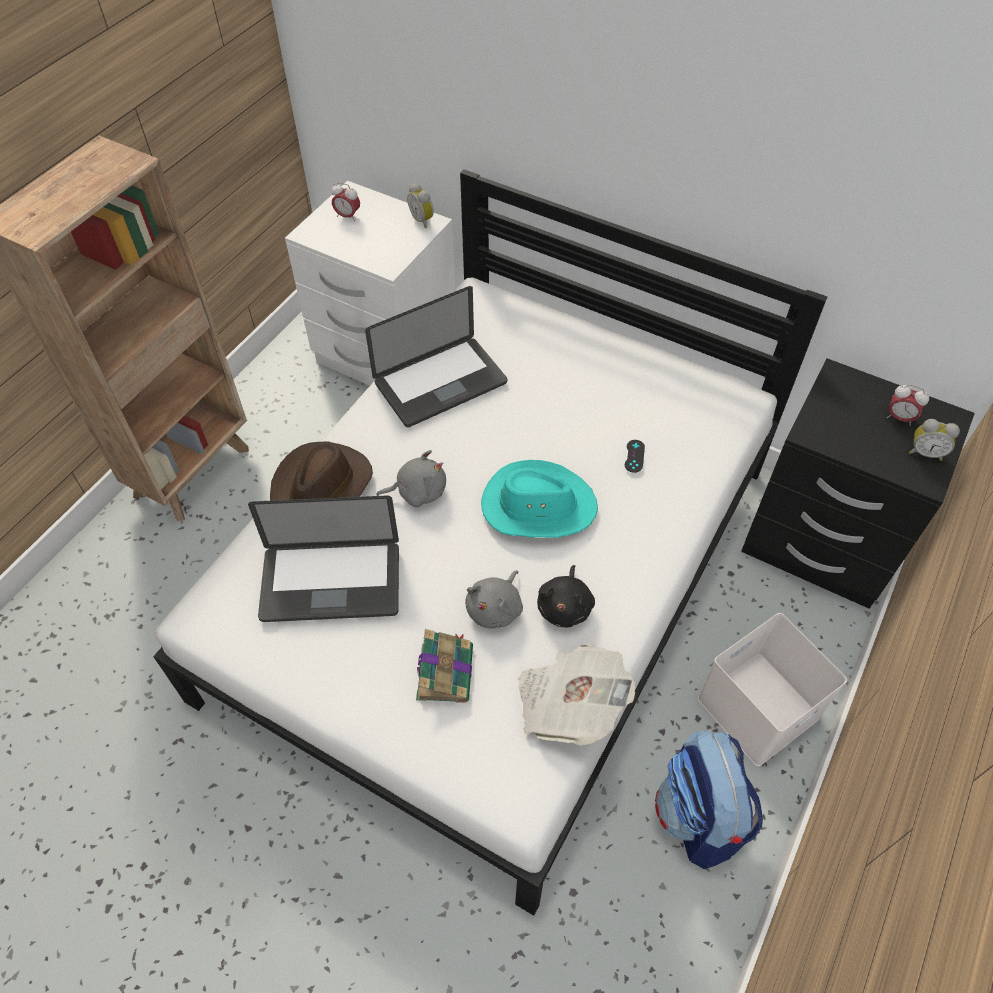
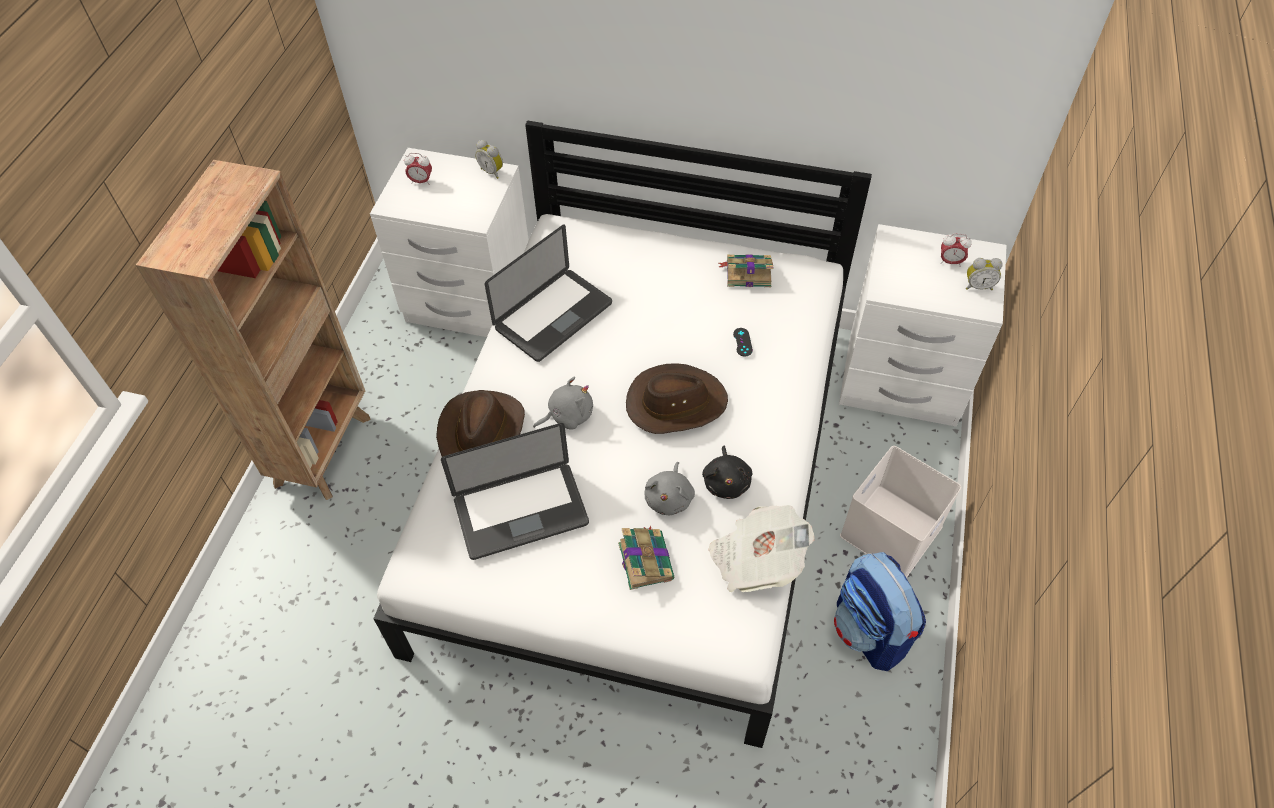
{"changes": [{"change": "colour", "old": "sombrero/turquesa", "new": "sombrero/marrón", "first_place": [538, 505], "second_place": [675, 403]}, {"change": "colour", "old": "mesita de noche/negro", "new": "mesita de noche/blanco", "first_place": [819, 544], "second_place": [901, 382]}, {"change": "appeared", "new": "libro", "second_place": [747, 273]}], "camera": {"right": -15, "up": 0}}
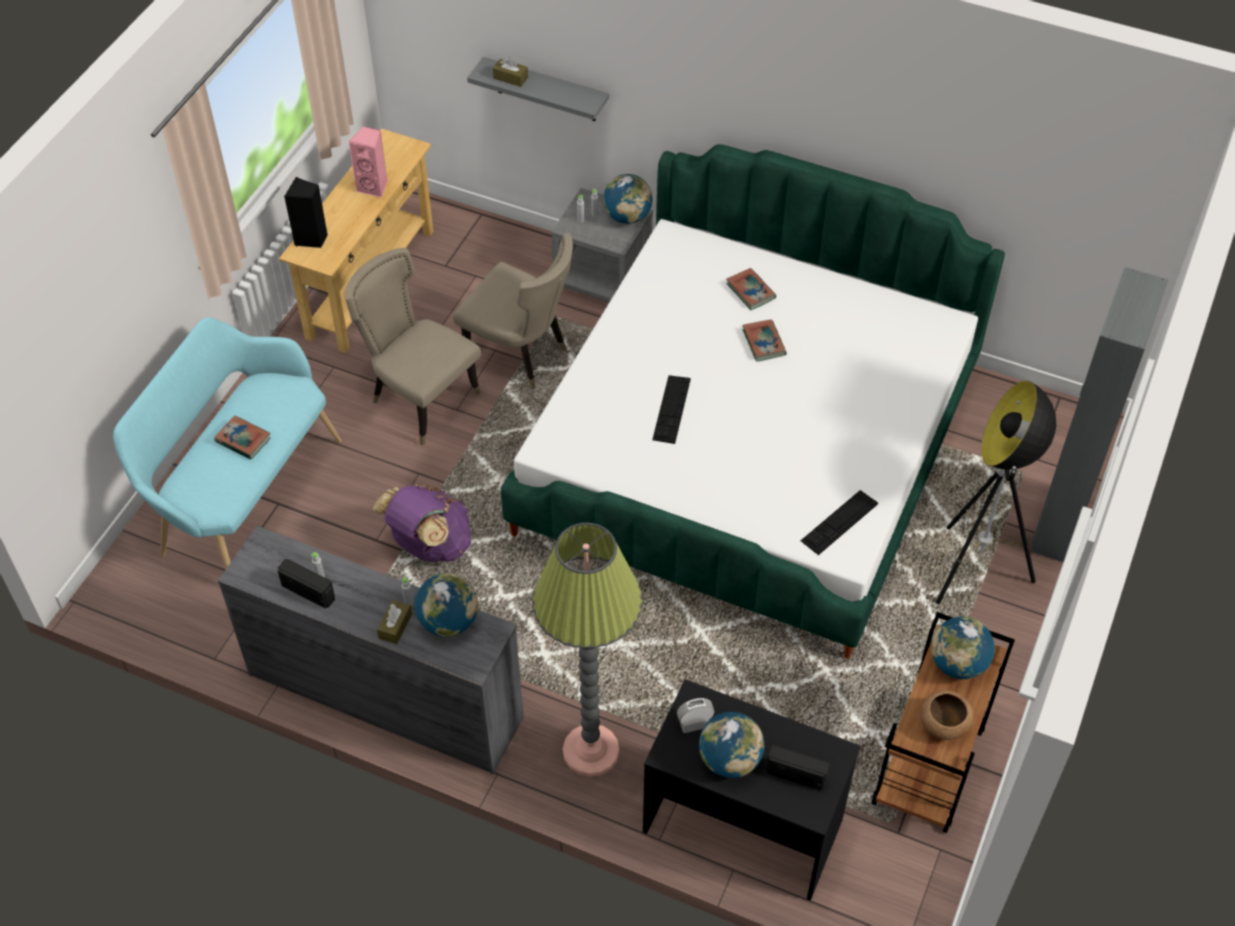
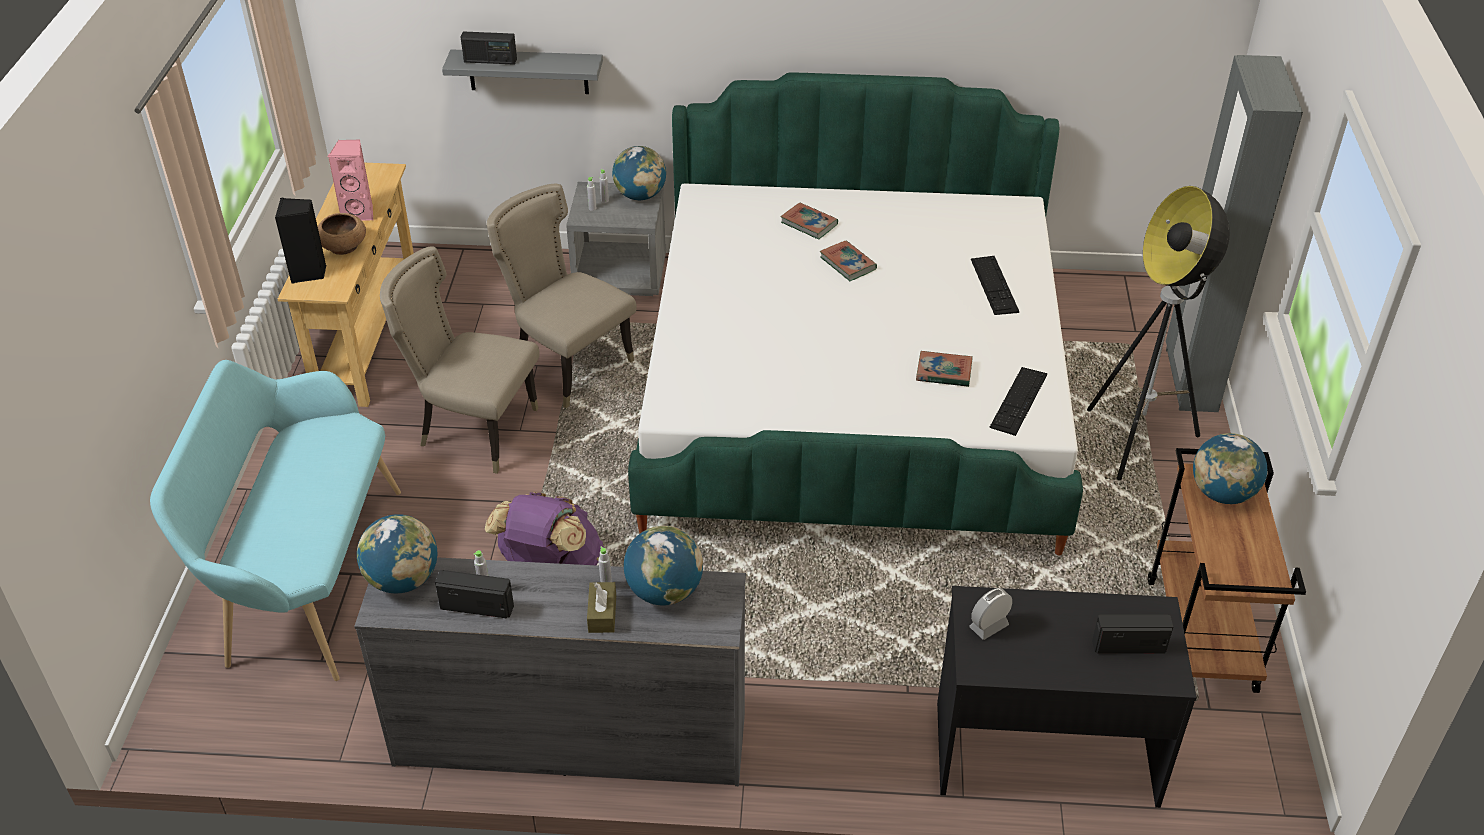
{"changes": [{"change": "relocated", "old": "libro", "first_place": [243, 440], "second_place": [943, 372]}, {"change": "spun", "old": "silla/beis", "first_place": [521, 356], "second_place": [568, 365], "degrees": -150}, {"change": "exchanged", "old": "caja de pañuelos/marrón", "new": "radio", "first_place": [510, 78], "second_place": [490, 60]}, {"change": "missing", "old": "lámpara de pie", "first_place": [591, 751]}, {"change": "relocated", "old": "teclado", "first_place": [671, 409], "second_place": [994, 285]}, {"change": "relocated", "old": "globo terráqueo", "first_place": [730, 760], "second_place": [403, 580]}, {"change": "relocated", "old": "cuenco/marrón", "first_place": [944, 724], "second_place": [344, 247]}], "camera": {"right": -20, "up": -10}}
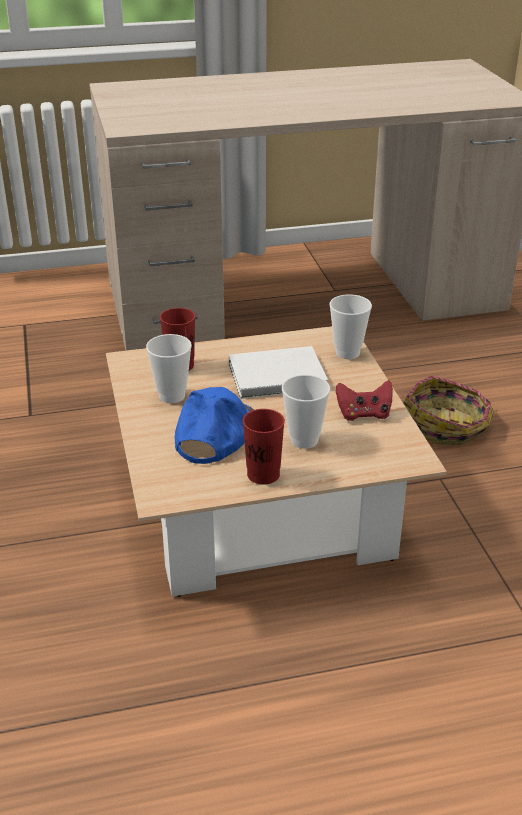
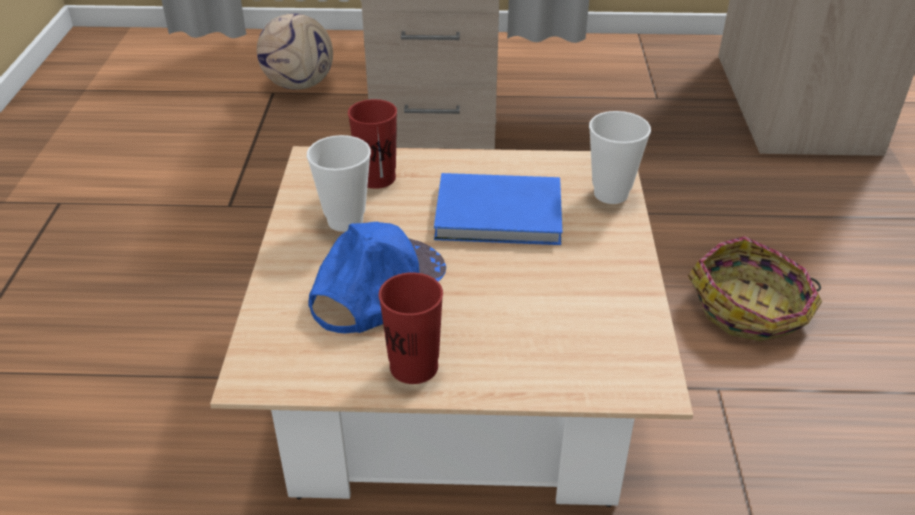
{"changes": [{"change": "colour", "old": "libro/blanco", "new": "libro/azul", "first_place": [280, 377], "second_place": [502, 215]}, {"change": "missing", "old": "taza", "first_place": [304, 440]}, {"change": "missing", "old": "mando de consola/rojo", "first_place": [364, 414]}, {"change": "appeared", "new": "balón de fútbol", "second_place": [300, 85]}], "camera": {"right": 15, "up": 5}}
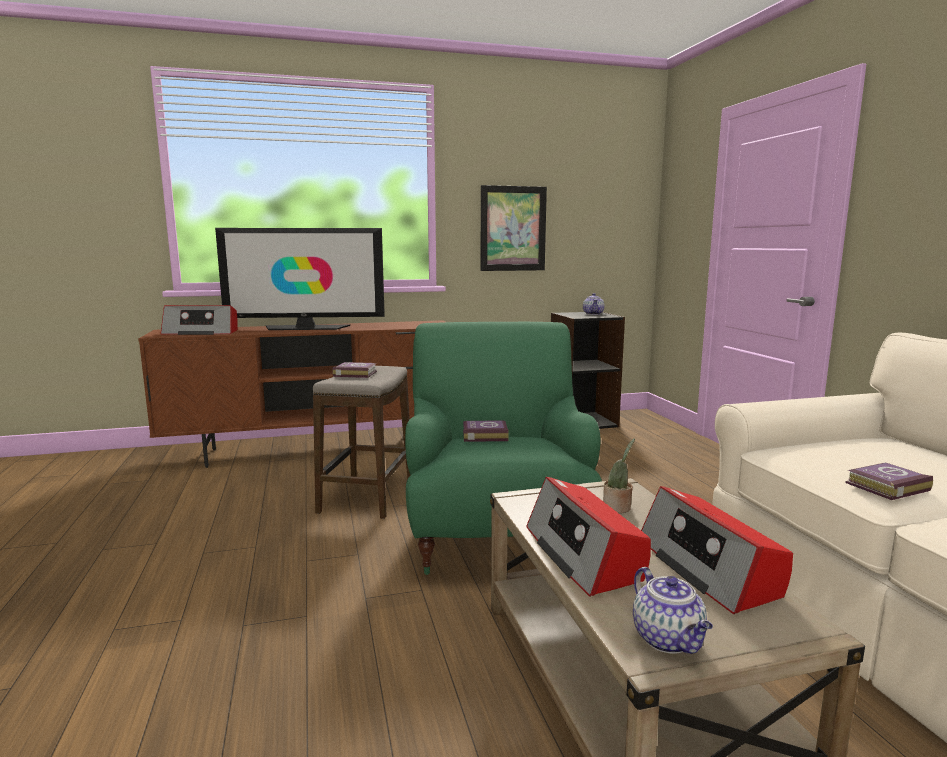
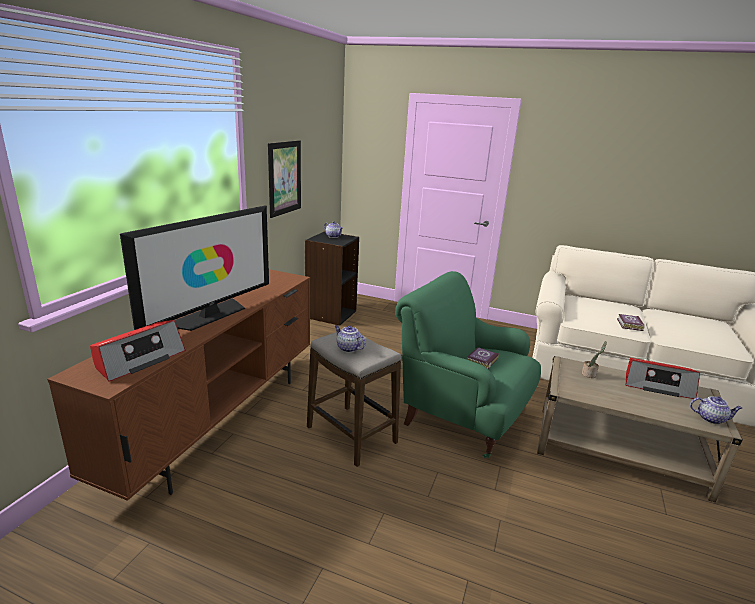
{"changes": [{"change": "exchanged", "old": "libro", "new": "tetera", "first_place": [354, 374], "second_place": [348, 348]}, {"change": "missing", "old": "radio", "first_place": [584, 554]}], "camera": {"right": -55, "up": 10}}
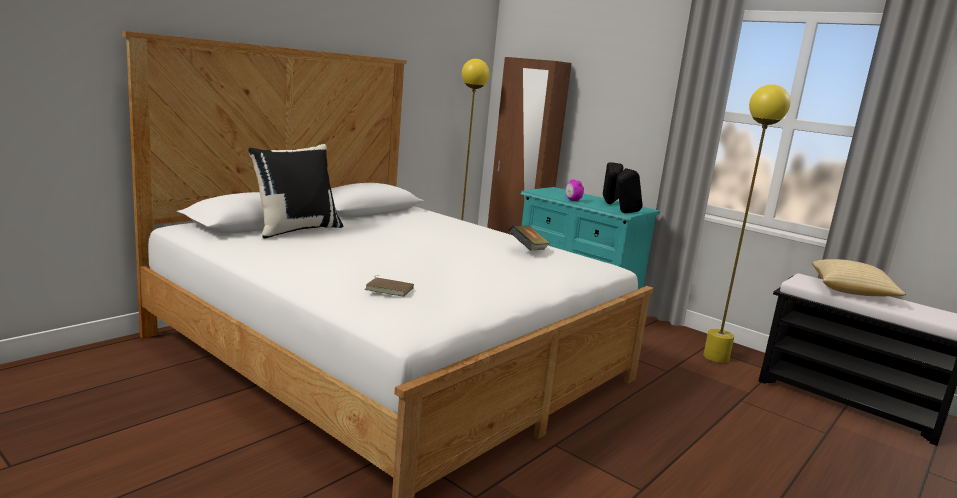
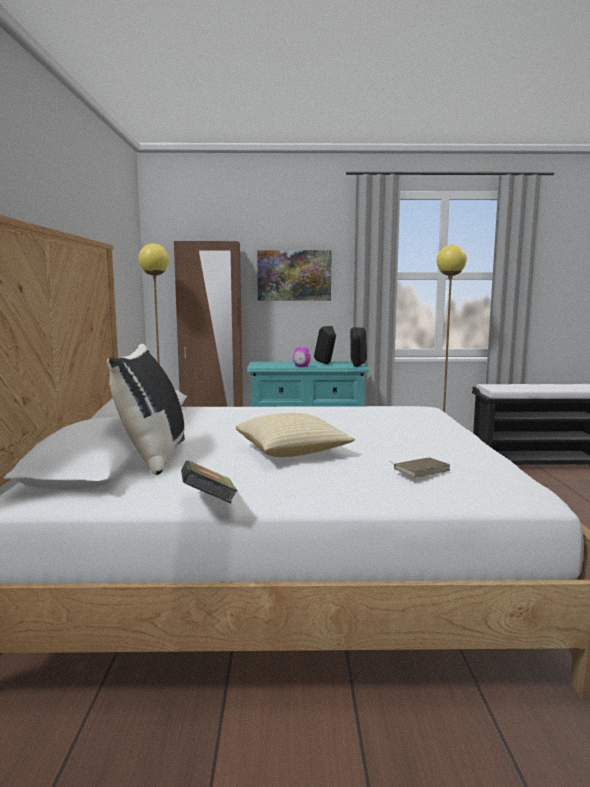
{"changes": [{"change": "relocated", "old": "libro", "first_place": [527, 251], "second_place": [208, 504]}, {"change": "relocated", "old": "cojín", "first_place": [852, 291], "second_place": [292, 452]}, {"change": "appeared", "new": "cuadro", "second_place": [294, 275]}], "camera": {"right": -40, "up": -5}}
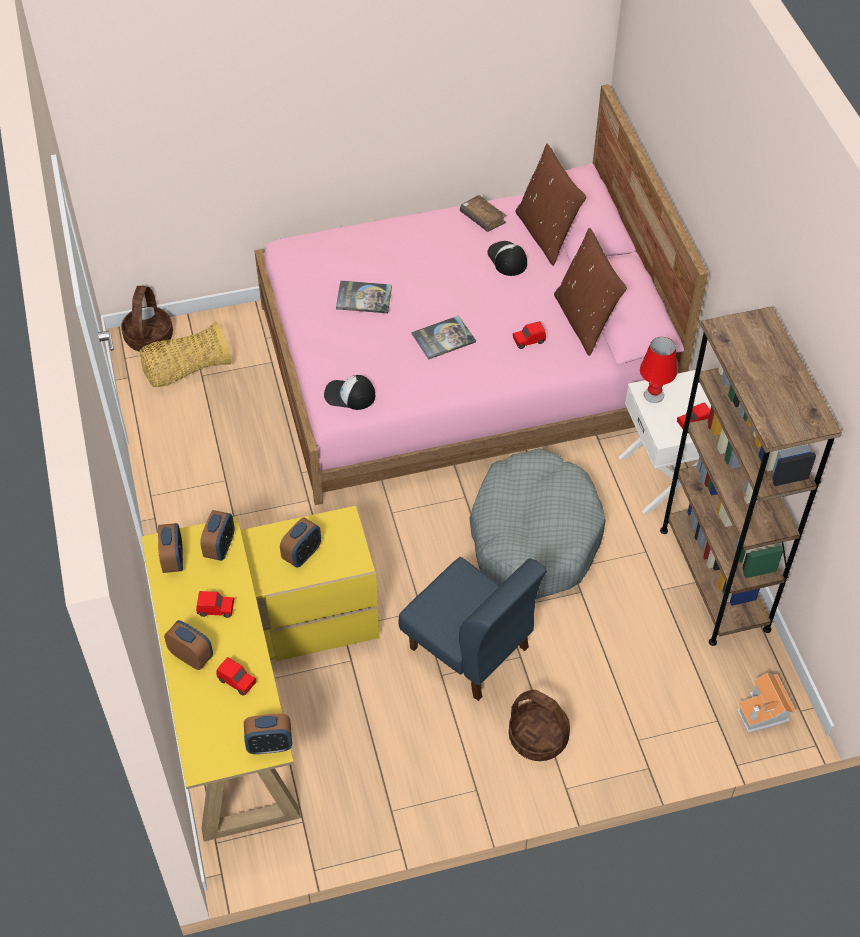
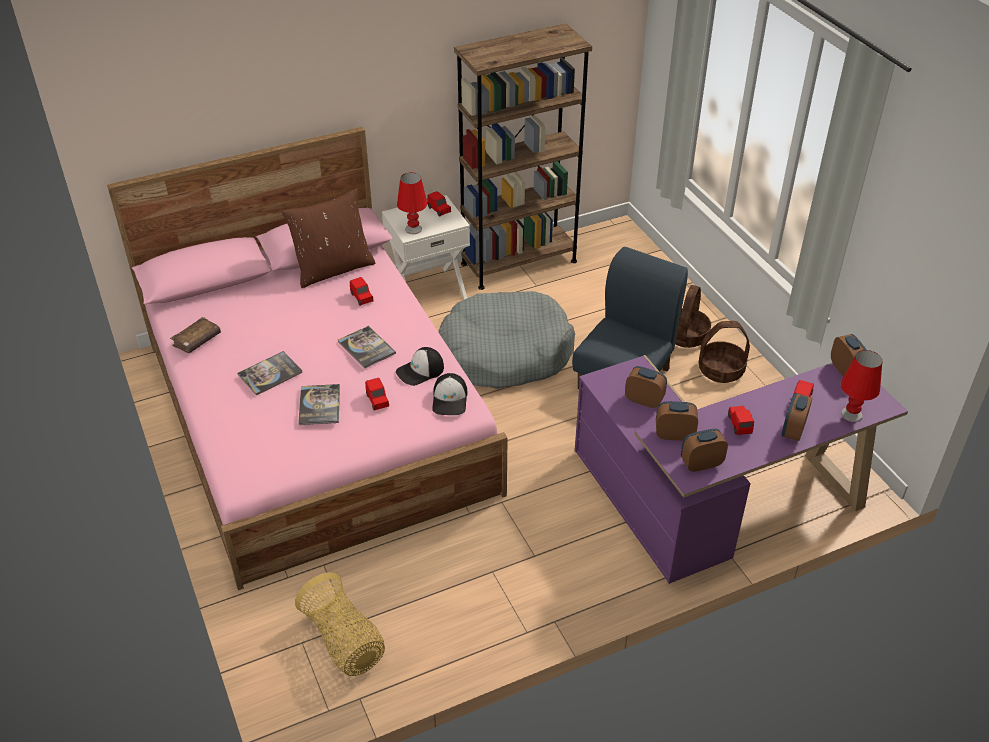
{"changes": [{"change": "relocated", "old": "cesta", "first_place": [148, 337], "second_place": [720, 370]}, {"change": "colour", "old": "escritorio/amarillo", "new": "escritorio/morado", "first_place": [255, 688], "second_place": [714, 502]}, {"change": "relocated", "old": "gorra", "first_place": [507, 259], "second_place": [420, 371]}, {"change": "missing", "old": "cojín/marrón", "first_place": [546, 234]}, {"change": "missing", "old": "casita", "first_place": [763, 712]}, {"change": "appeared", "new": "libro", "second_place": [270, 374]}, {"change": "appeared", "new": "coche de juguete/rojo", "second_place": [377, 401]}, {"change": "appeared", "new": "lámpara de mesa/rojo", "second_place": [851, 414]}], "camera": {"right": -100, "up": -10}}
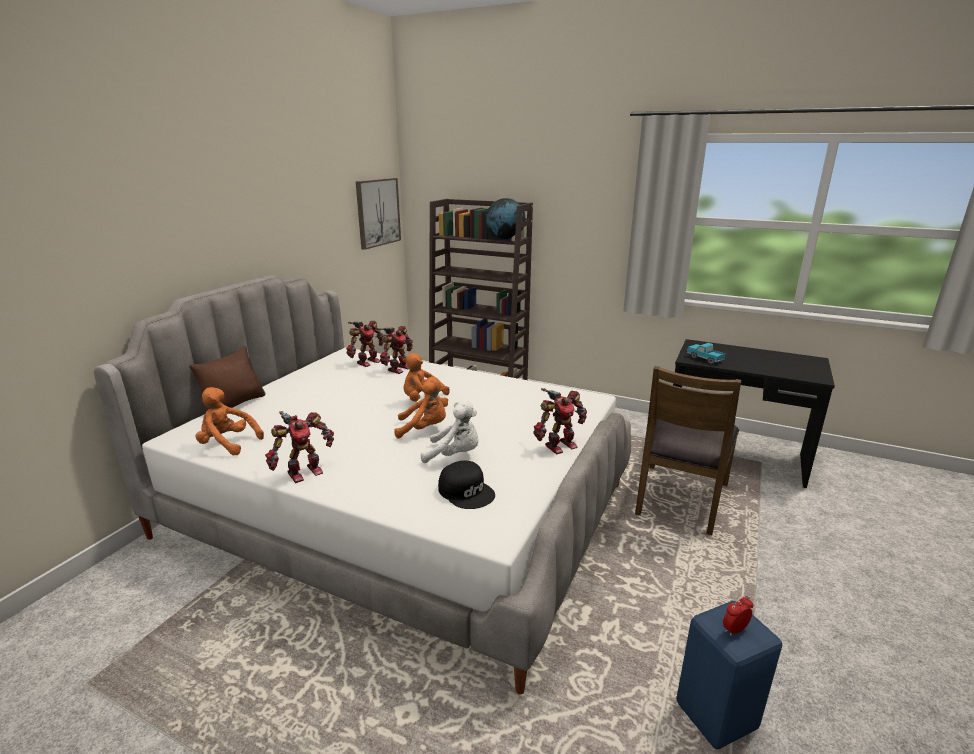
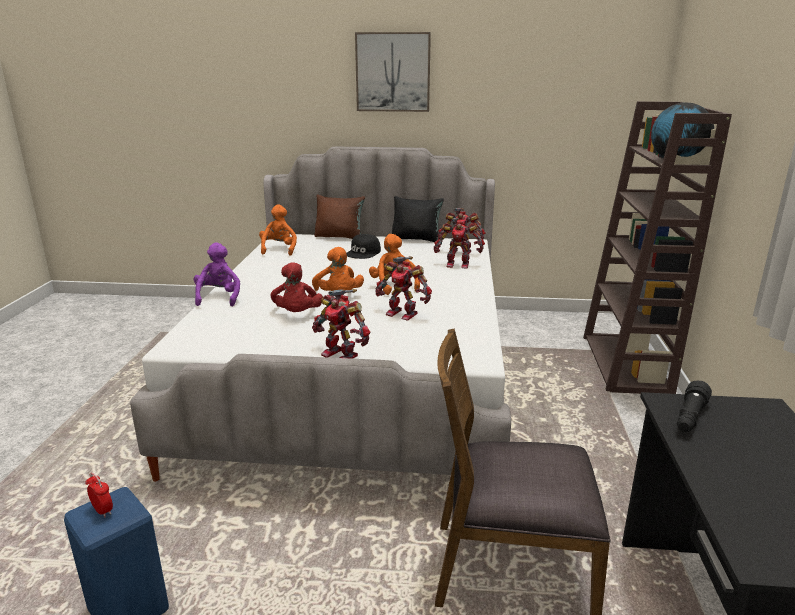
{"changes": [{"change": "relocated", "old": "robot de juguete", "first_place": [304, 472], "second_place": [402, 313]}, {"change": "relocated", "old": "cuadro", "first_place": [377, 212], "second_place": [393, 72]}, {"change": "colour", "old": "peluche/blanco", "new": "peluche/rojo", "first_place": [455, 455], "second_place": [297, 314]}, {"change": "relocated", "old": "gorra/negro", "first_place": [466, 491], "second_place": [363, 253]}, {"change": "exchanged", "old": "camión de juguete", "new": "linterna/negro", "first_place": [704, 359], "second_place": [690, 417]}, {"change": "appeared", "new": "peluche/morado", "second_place": [219, 297]}, {"change": "appeared", "new": "cojín/negro", "second_place": [416, 239]}], "camera": {"right": 70, "up": 0}}
